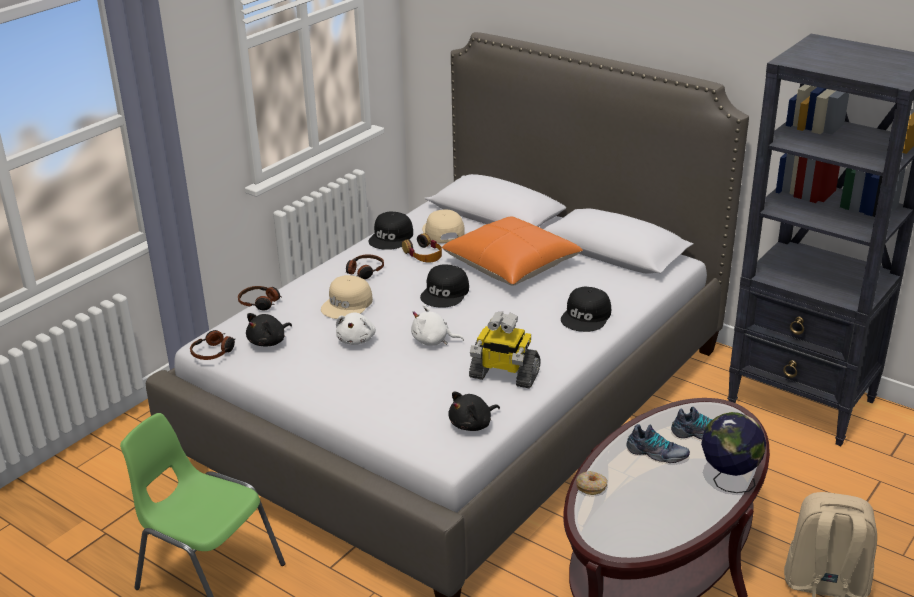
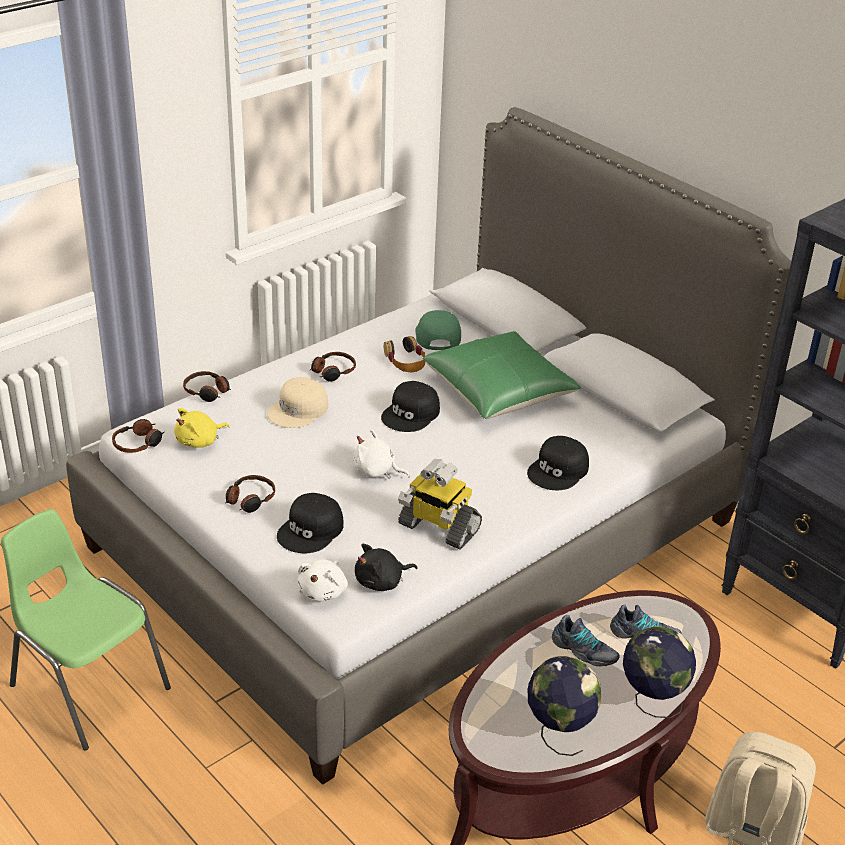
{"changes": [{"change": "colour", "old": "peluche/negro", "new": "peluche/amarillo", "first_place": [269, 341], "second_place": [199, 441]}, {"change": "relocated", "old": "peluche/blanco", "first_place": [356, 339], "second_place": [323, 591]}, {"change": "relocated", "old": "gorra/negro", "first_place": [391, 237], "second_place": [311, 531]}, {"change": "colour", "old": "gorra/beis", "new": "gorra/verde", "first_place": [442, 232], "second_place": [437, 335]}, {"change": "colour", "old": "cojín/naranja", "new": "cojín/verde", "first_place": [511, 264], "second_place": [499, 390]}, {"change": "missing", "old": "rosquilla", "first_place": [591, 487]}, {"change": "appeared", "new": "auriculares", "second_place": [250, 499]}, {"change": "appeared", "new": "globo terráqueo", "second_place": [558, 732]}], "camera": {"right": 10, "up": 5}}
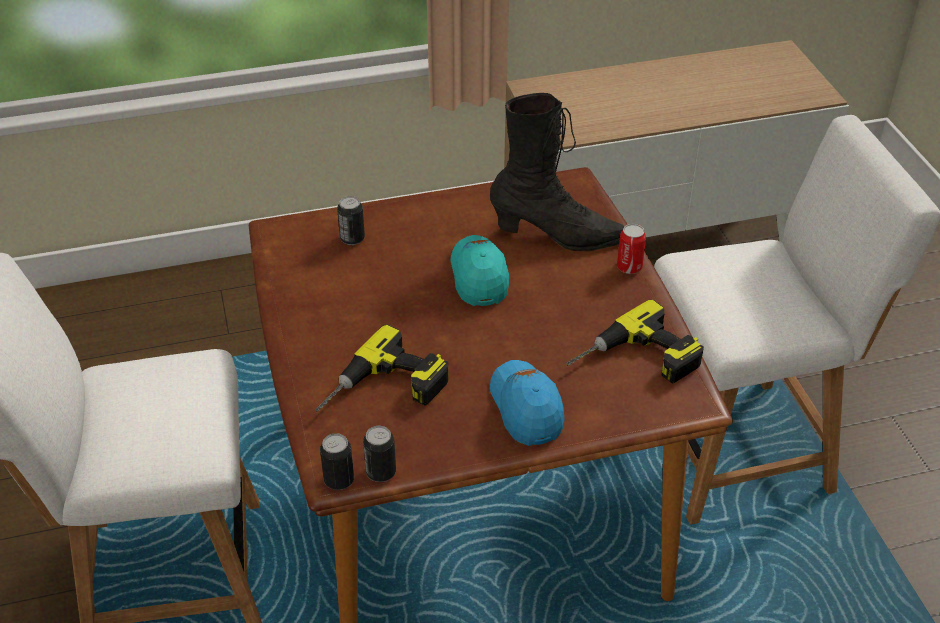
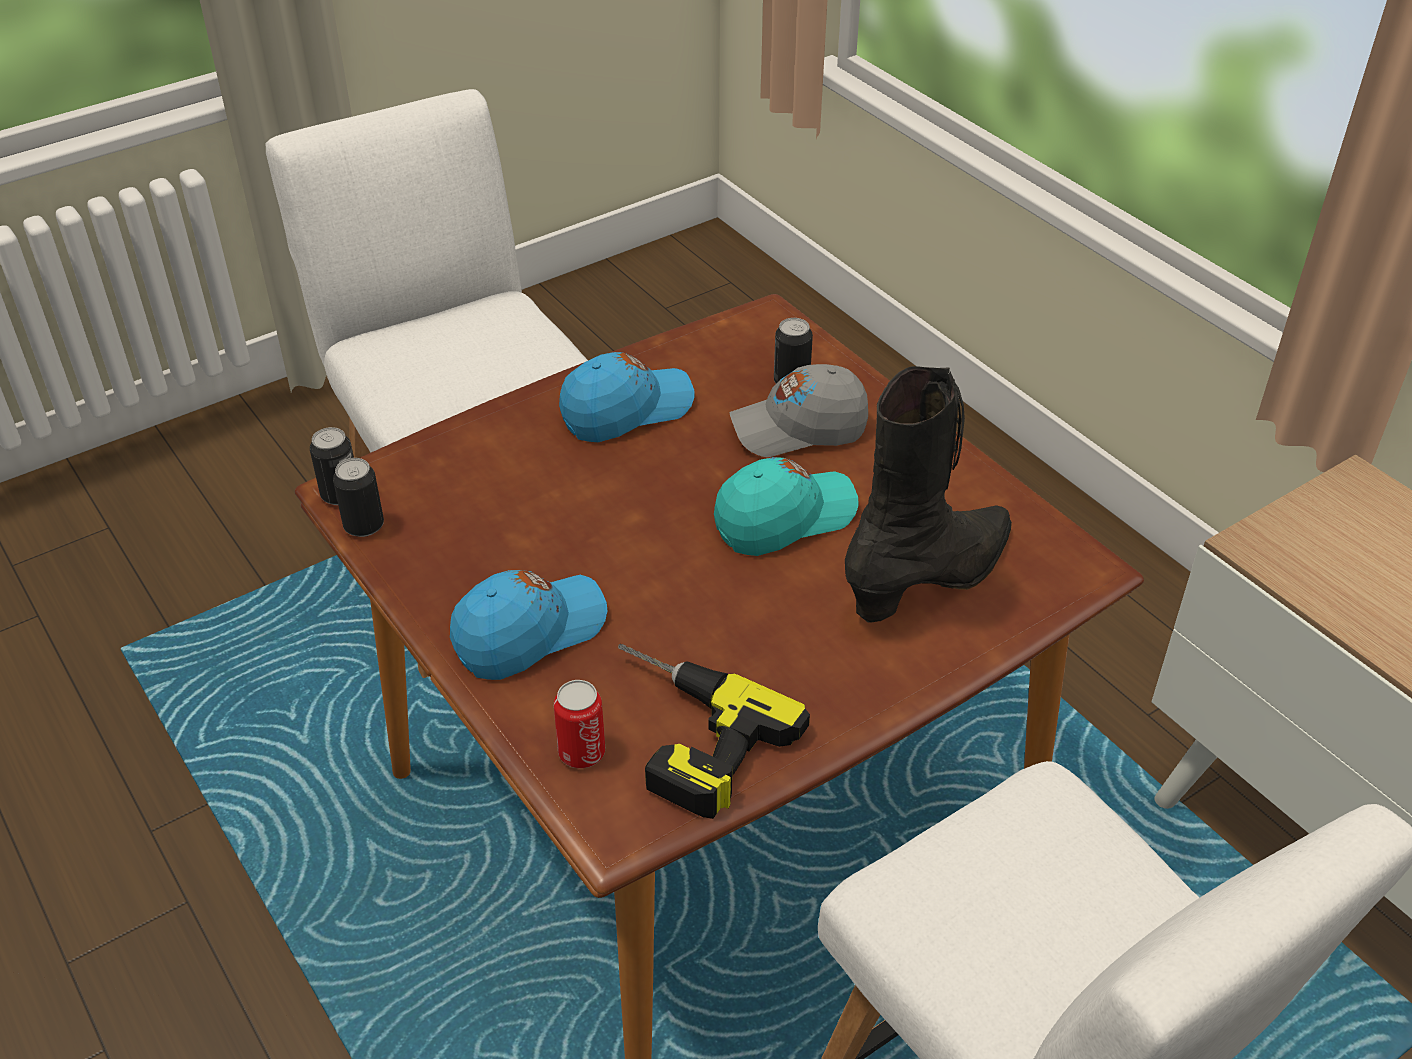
{"changes": [{"change": "missing", "old": "taladro", "first_place": [384, 392]}, {"change": "spun", "old": "bota/negro", "first_place": [557, 236], "second_place": [931, 579], "degrees": -120}, {"change": "relocated", "old": "lata", "first_place": [629, 267], "second_place": [582, 752]}, {"change": "appeared", "new": "gorra/azul", "second_place": [626, 411]}, {"change": "appeared", "new": "gorra/gris", "second_place": [798, 429]}], "camera": {"right": 70, "up": 0}}
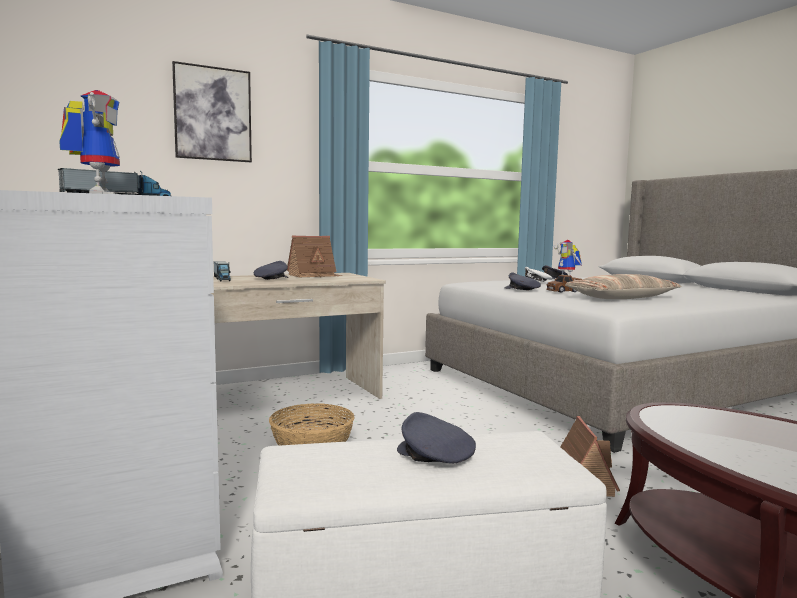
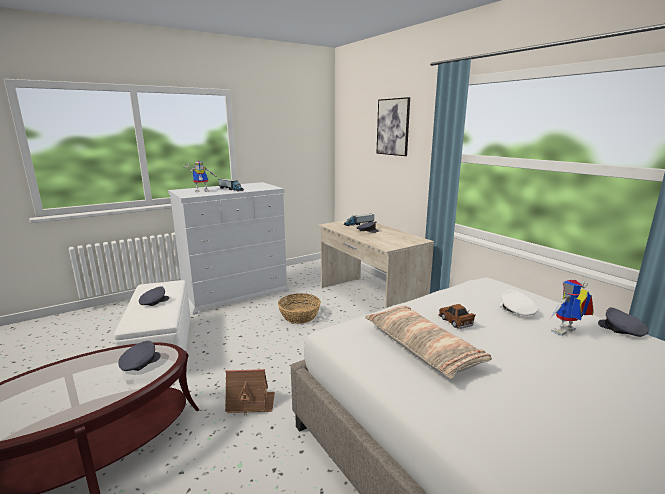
{"changes": [{"change": "missing", "old": "casita", "first_place": [314, 275]}, {"change": "relocated", "old": "gorra/gris", "first_place": [522, 289], "second_place": [139, 363]}], "camera": {"right": 85, "up": 10}}
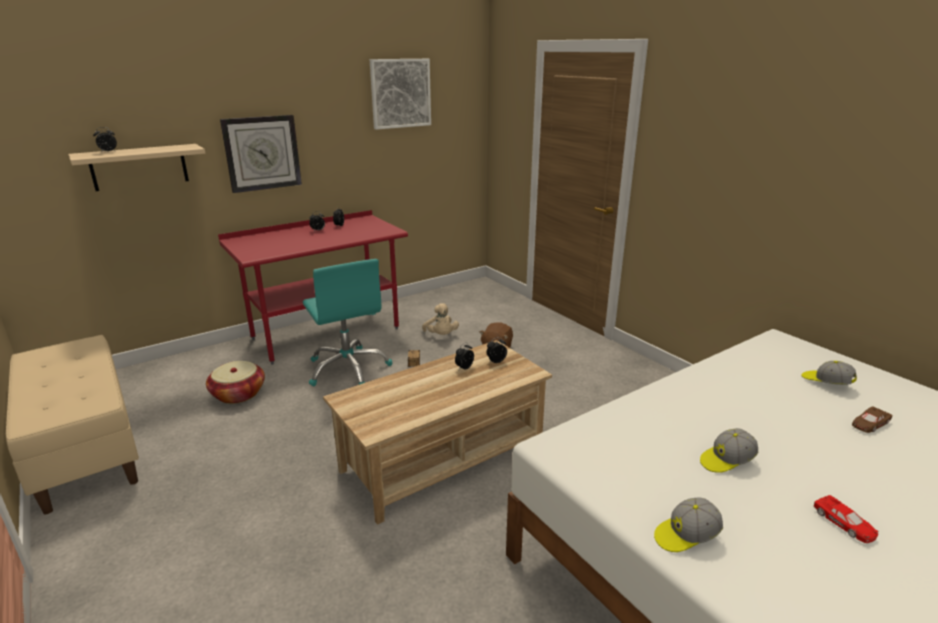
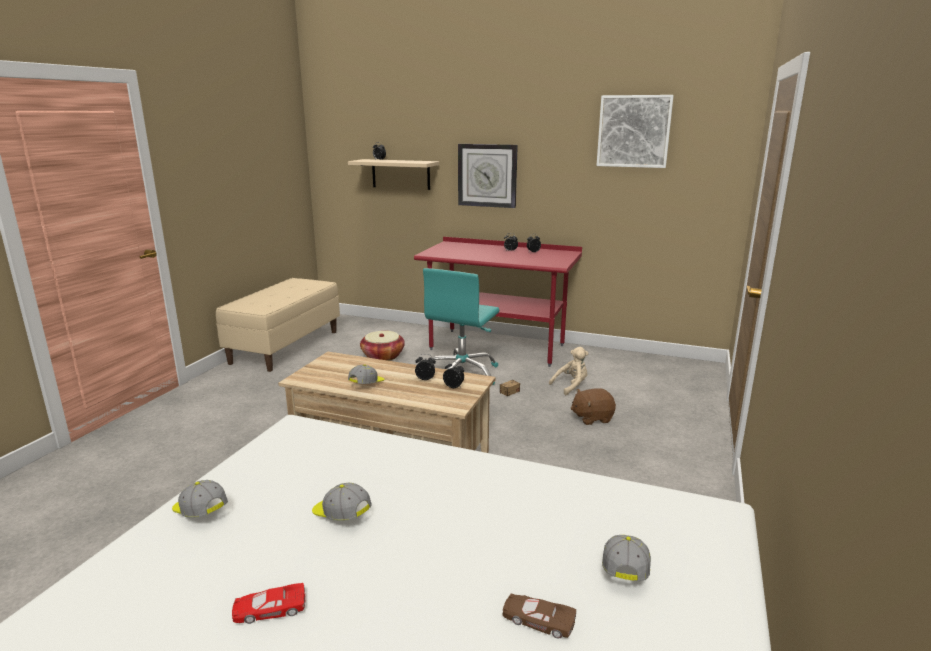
{"changes": [{"change": "spun", "old": "peluche/beis", "first_place": [441, 335], "second_place": [571, 386], "degrees": -150}, {"change": "spun", "old": "coche de juguete/rojo", "first_place": [844, 523], "second_place": [269, 609], "degrees": 45}, {"change": "appeared", "new": "gorra", "second_place": [367, 384]}], "camera": {"right": 55, "up": -5}}
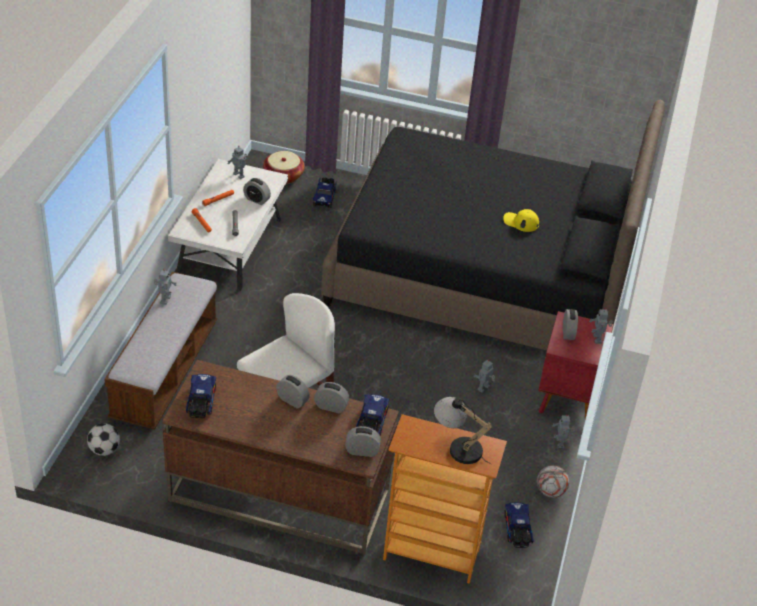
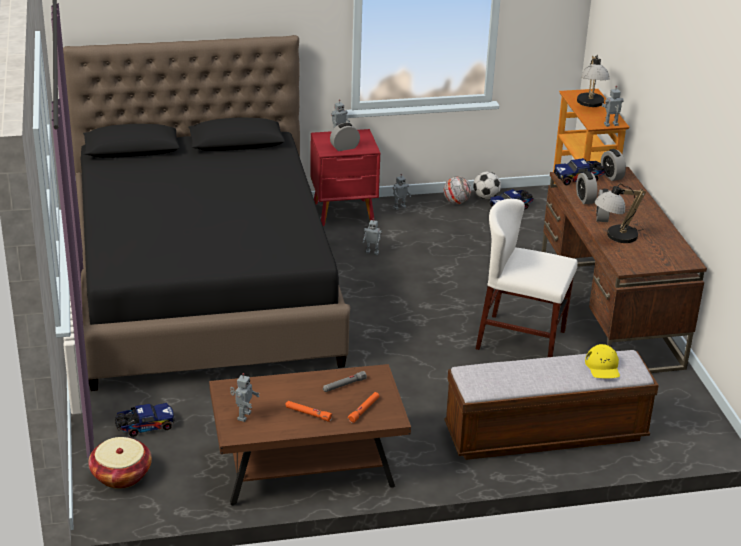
{"changes": [{"change": "relocated", "old": "balón de fútbol", "first_place": [104, 450], "second_place": [486, 197]}, {"change": "relocated", "old": "robot de juguete", "first_place": [164, 300], "second_place": [611, 125]}, {"change": "colour", "old": "mesa de centro/blanco", "new": "mesa de centro/marrón", "first_place": [230, 247], "second_place": [306, 466]}, {"change": "missing", "old": "camión de juguete", "first_place": [201, 403]}, {"change": "missing", "old": "despertador", "first_place": [256, 200]}, {"change": "relocated", "old": "gorra/amarillo", "first_place": [521, 222], "second_place": [603, 367]}, {"change": "appeared", "new": "lámpara de mesa", "second_place": [615, 237]}], "camera": {"right": -115, "up": -10}}
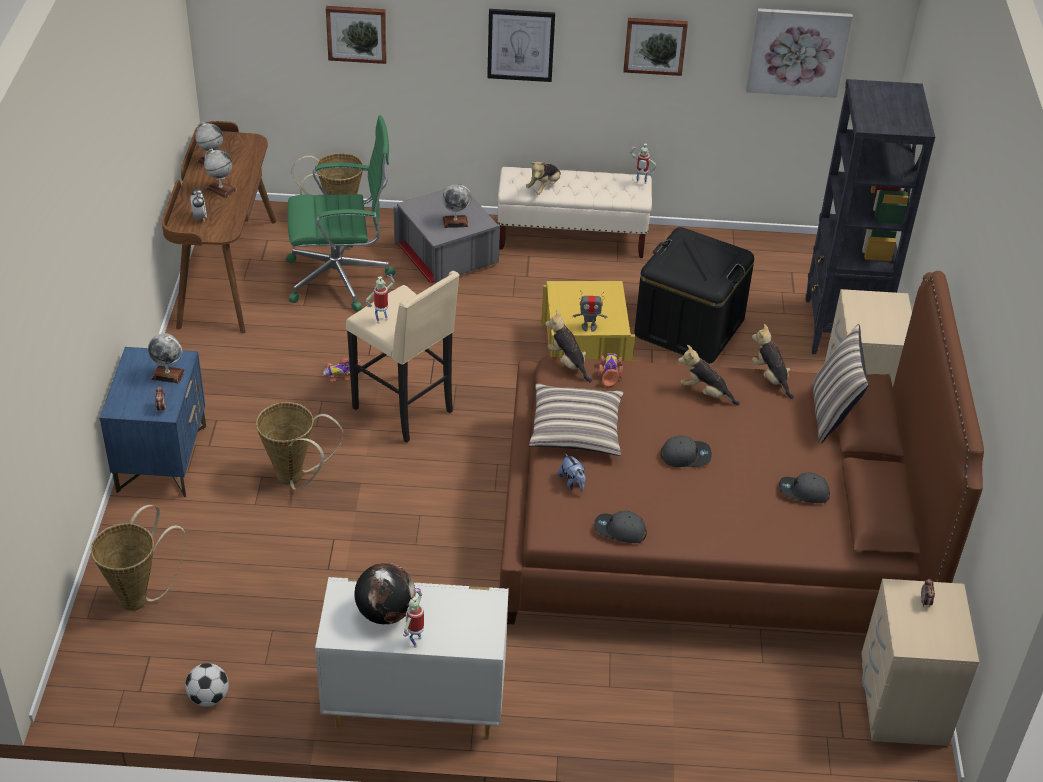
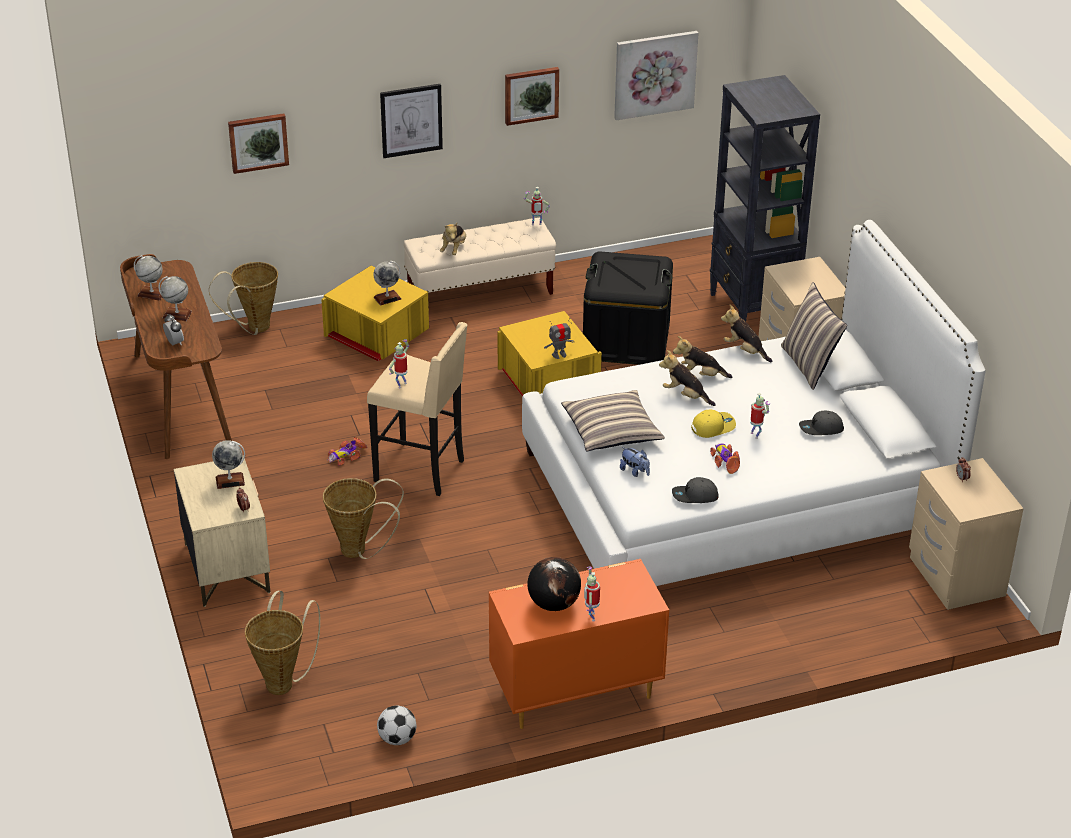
{"changes": [{"change": "colour", "old": "mesita de noche/azul", "new": "mesita de noche/beis", "first_place": [162, 458], "second_place": [226, 568]}, {"change": "missing", "old": "silla de oficina/verde", "first_place": [341, 278]}, {"change": "colour", "old": "cómoda/blanco", "new": "cómoda/naranja", "first_place": [413, 705], "second_place": [574, 693]}, {"change": "colour", "old": "caja de almacenaje/gris", "new": "caja de almacenaje/amarillo", "first_place": [445, 256], "second_place": [376, 336]}, {"change": "colour", "old": "cama/marrón", "new": "cama/blanco", "first_place": [710, 527], "second_place": [735, 491]}, {"change": "relocated", "old": "peluche", "first_place": [568, 363], "second_place": [685, 395]}, {"change": "relocated", "old": "coche de juguete", "first_place": [610, 372], "second_place": [725, 461]}, {"change": "colour", "old": "gorra/gris", "new": "gorra/amarillo", "first_place": [685, 455], "second_place": [713, 426]}, {"change": "appeared", "new": "robot de juguete", "second_place": [756, 435]}], "camera": {"right": -20, "up": -5}}
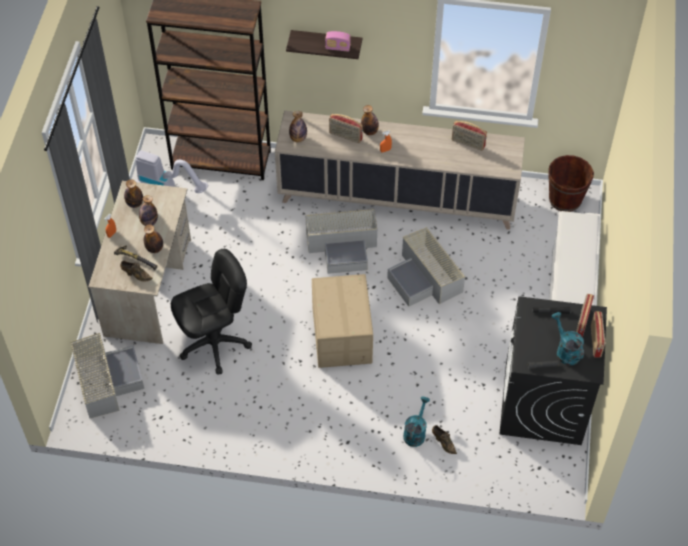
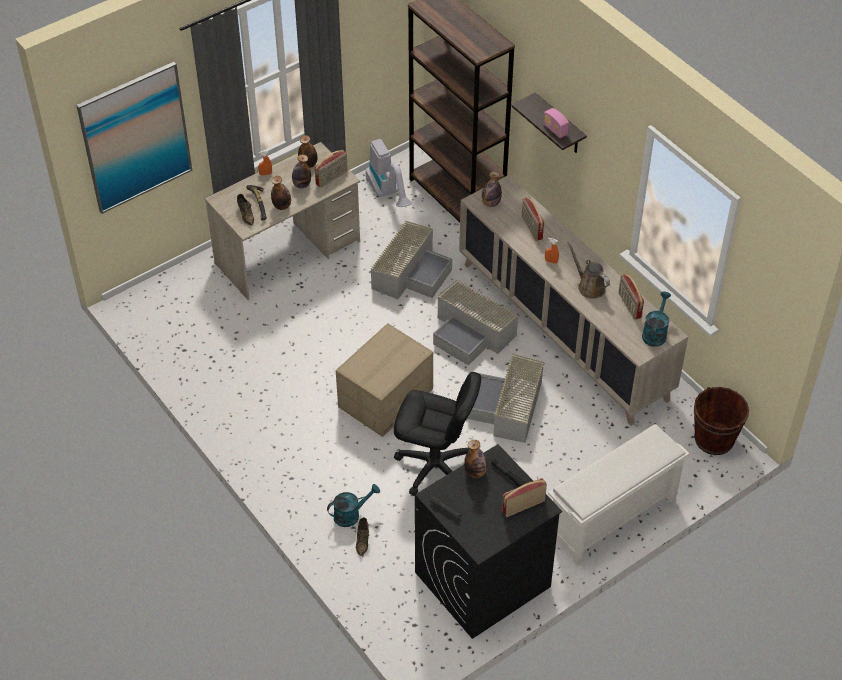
{"changes": [{"change": "relocated", "old": "caja de almacenaje/gris", "first_place": [106, 380], "second_place": [411, 272]}, {"change": "relocated", "old": "silla de oficina/negro", "first_place": [214, 343], "second_place": [435, 467]}, {"change": "relocated", "old": "botella", "first_place": [370, 131], "second_place": [475, 472]}, {"change": "relocated", "old": "regadera/turquesa", "first_place": [565, 350], "second_place": [655, 333]}, {"change": "relocated", "old": "radio", "first_place": [596, 341], "second_place": [332, 178]}, {"change": "appeared", "new": "cuadro", "second_place": [135, 137]}, {"change": "appeared", "new": "regadera/marrón", "second_place": [589, 286]}], "camera": {"right": 45, "up": -5}}
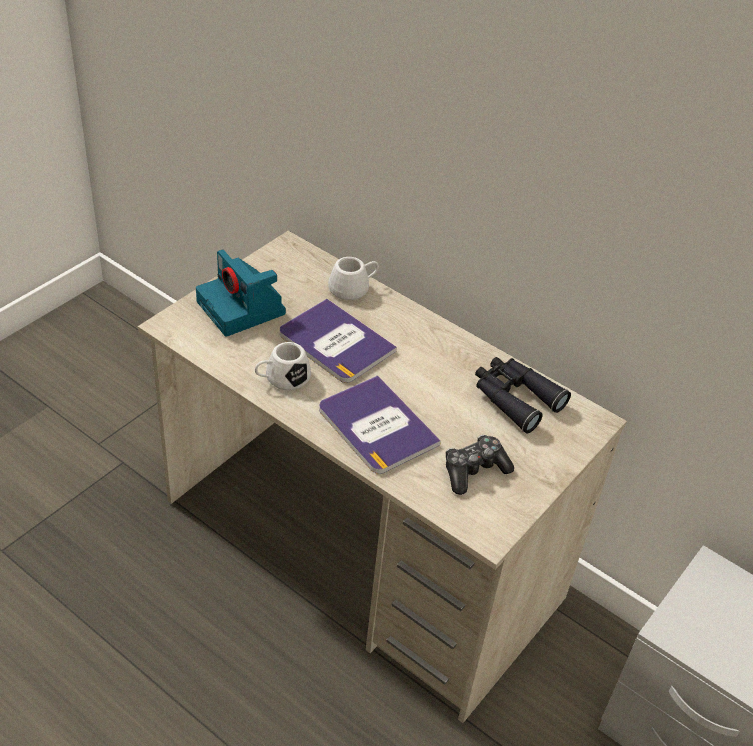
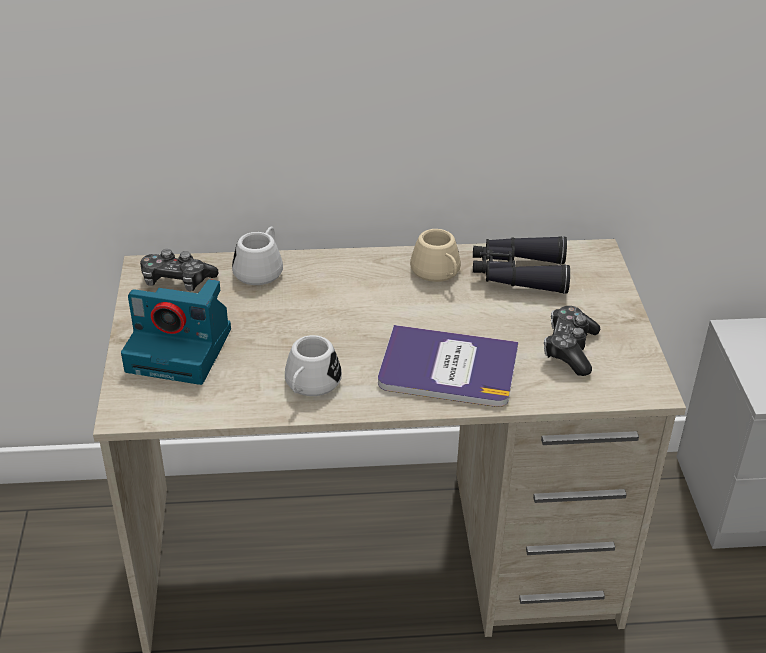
{"changes": [{"change": "missing", "old": "libro", "first_place": [335, 342]}, {"change": "appeared", "new": "mando de consola", "second_place": [176, 281]}, {"change": "appeared", "new": "taza grande/beis", "second_place": [438, 273]}], "camera": {"right": -40, "up": -5}}
